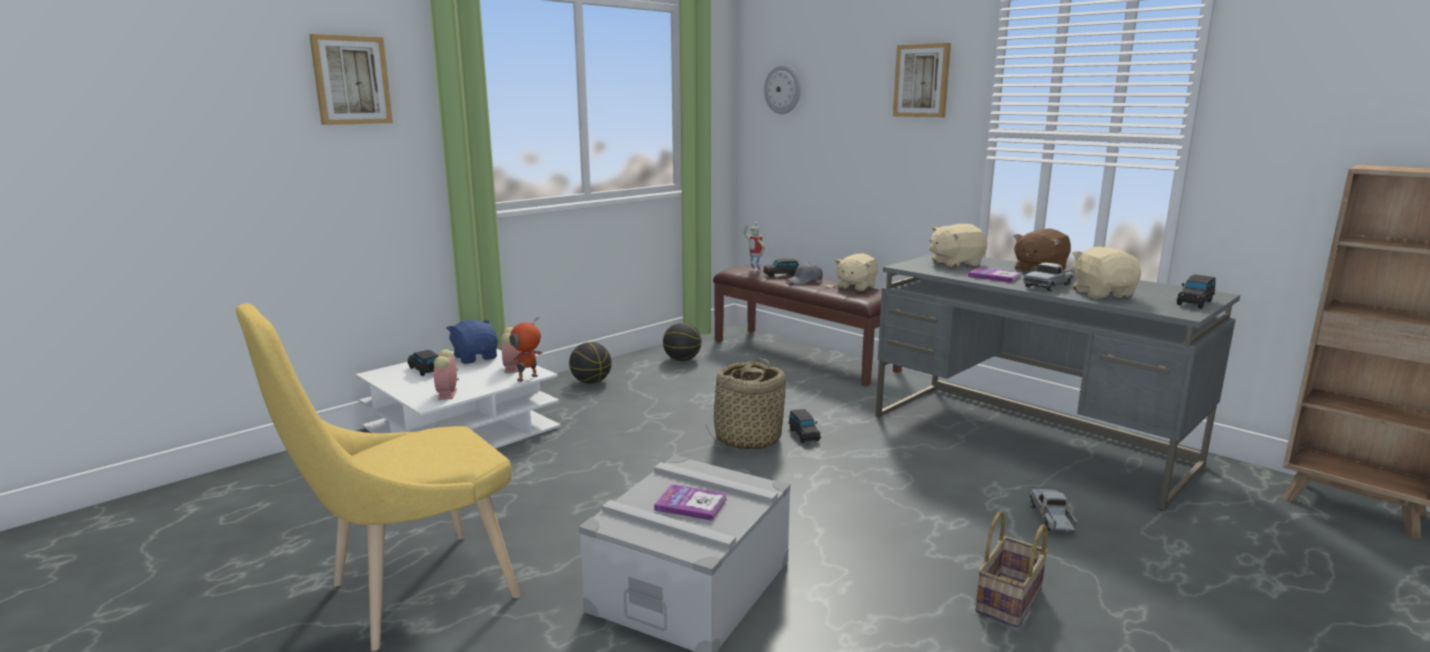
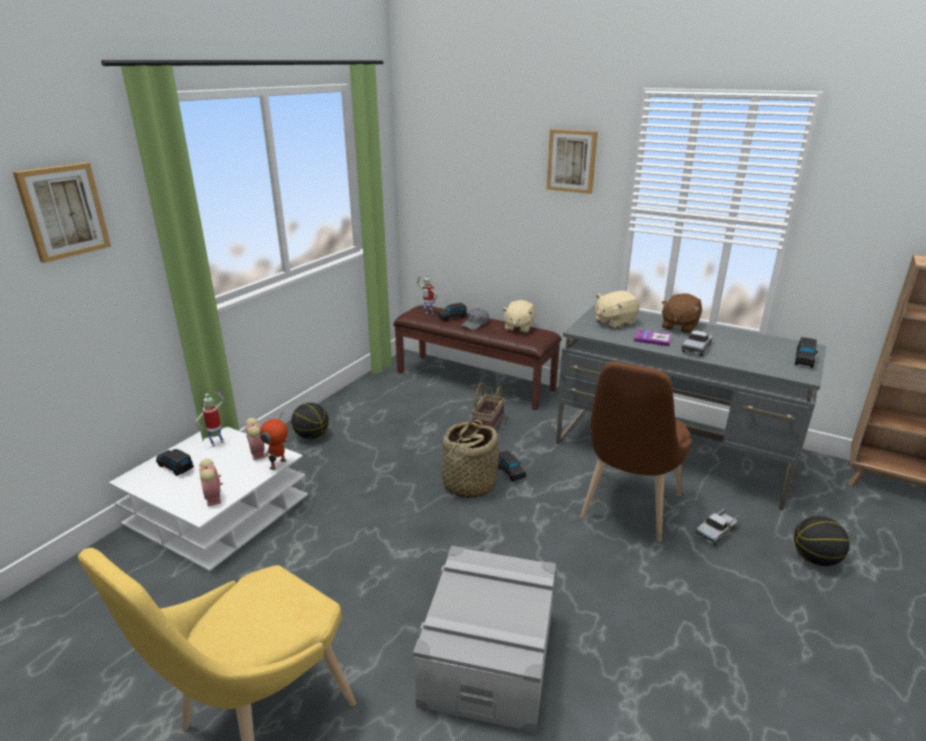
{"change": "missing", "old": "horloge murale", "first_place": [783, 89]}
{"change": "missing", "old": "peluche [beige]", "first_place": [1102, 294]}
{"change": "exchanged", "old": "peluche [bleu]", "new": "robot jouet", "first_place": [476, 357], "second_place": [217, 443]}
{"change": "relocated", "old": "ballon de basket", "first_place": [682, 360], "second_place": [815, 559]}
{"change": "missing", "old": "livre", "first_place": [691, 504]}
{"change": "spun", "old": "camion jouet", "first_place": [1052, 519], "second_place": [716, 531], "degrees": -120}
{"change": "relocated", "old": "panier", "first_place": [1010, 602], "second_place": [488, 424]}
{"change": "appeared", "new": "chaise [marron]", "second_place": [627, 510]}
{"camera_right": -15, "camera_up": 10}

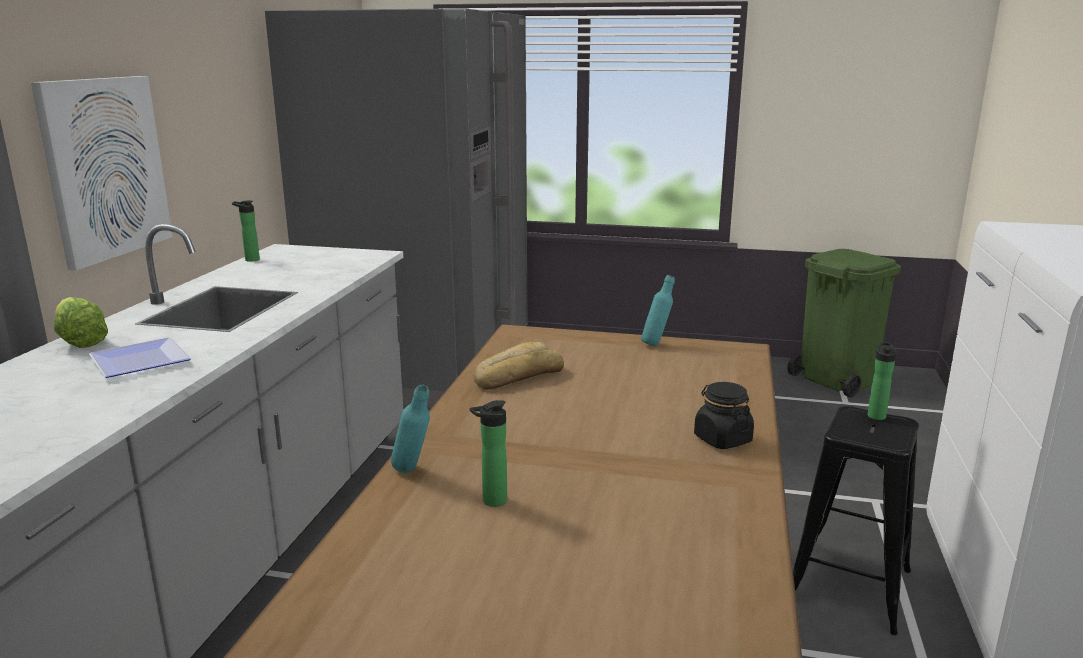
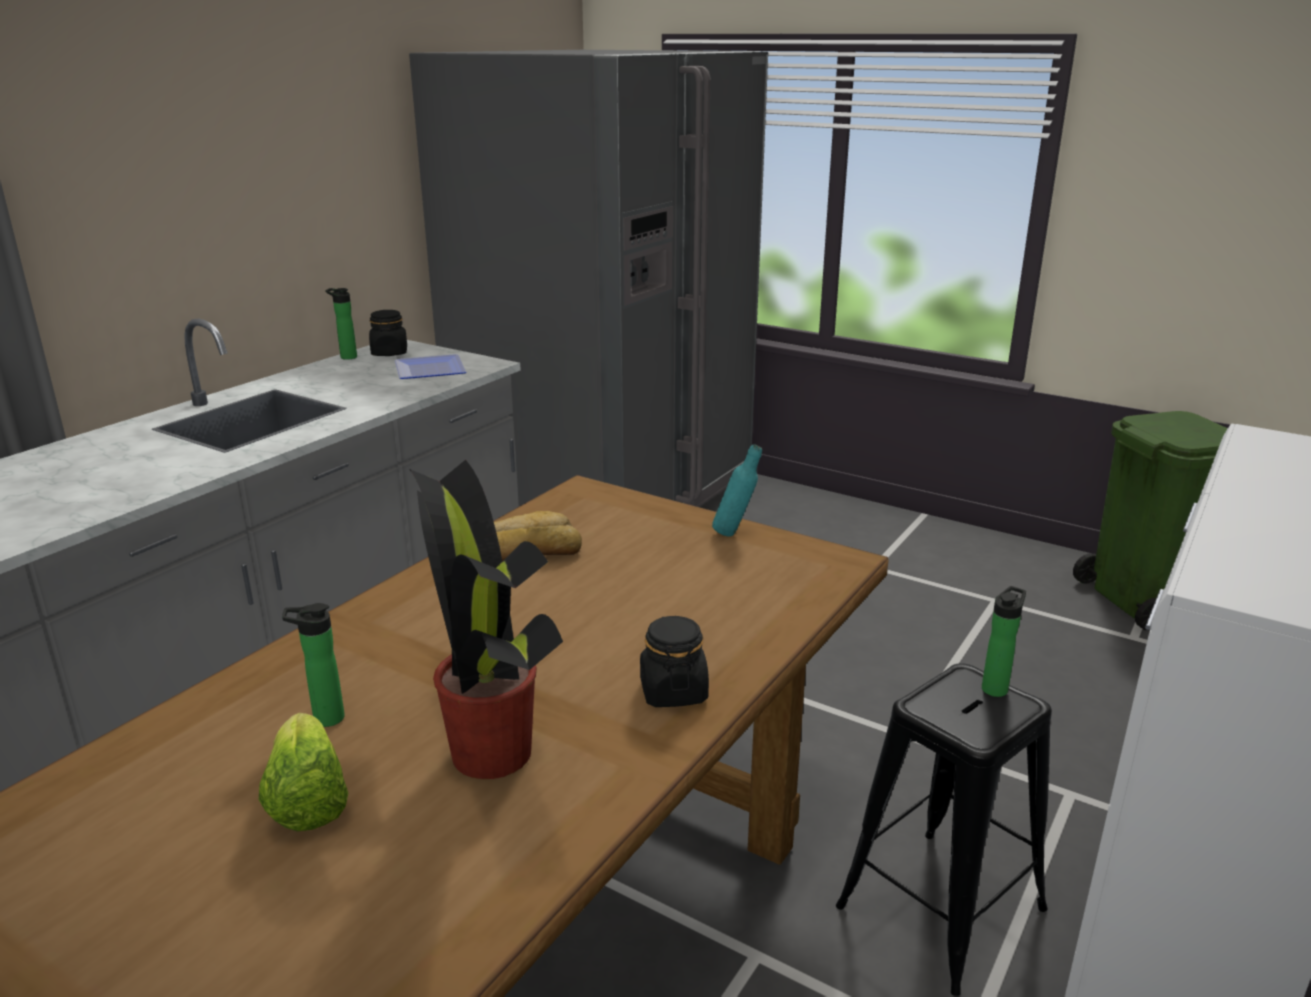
{"change": "missing", "old": "tableau", "first_place": [105, 168]}
{"change": "relocated", "old": "laitue", "first_place": [81, 341], "second_place": [308, 799]}
{"change": "relocated", "old": "assiette", "first_place": [136, 361], "second_place": [427, 370]}
{"change": "missing", "old": "bouteille [turquoise]", "first_place": [413, 472]}
{"change": "appeared", "new": "bocal [noir]", "second_place": [389, 353]}
{"change": "appeared", "new": "plante en pot", "second_place": [491, 749]}
{"camera_right": 20, "camera_up": 5}

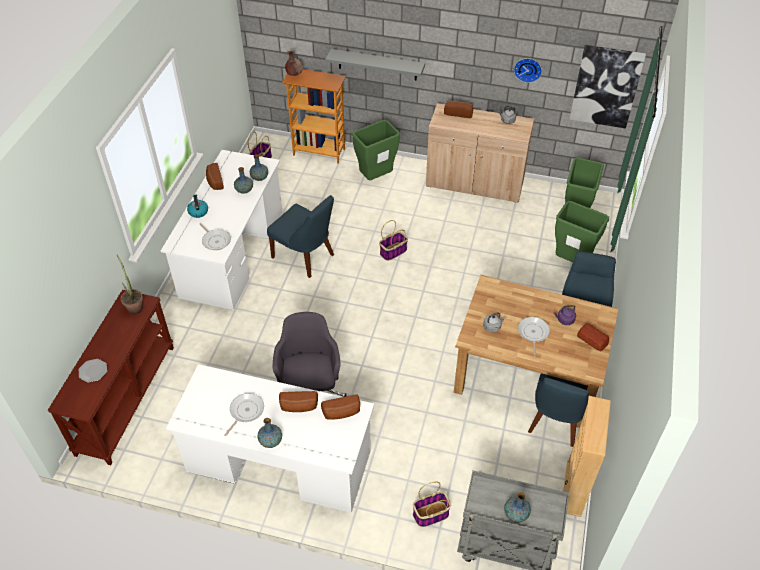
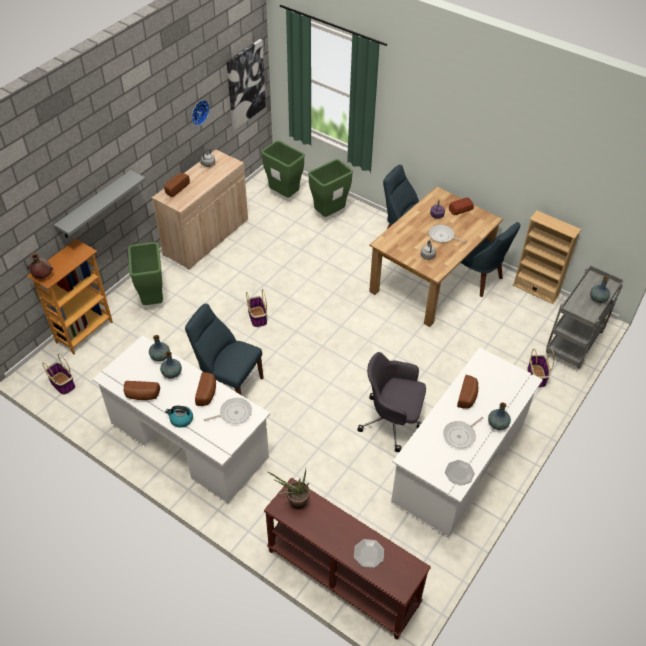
{"change": "spun", "old": "chaise [bleu]", "first_place": [305, 257], "second_place": [228, 382], "degrees": -120}
{"change": "spun", "old": "poêle", "first_place": [245, 411], "second_place": [460, 435], "degrees": -90}
{"change": "relocated", "old": "pain", "first_place": [342, 413], "second_place": [207, 393]}
{"change": "appeared", "new": "assiette", "second_place": [459, 473]}
{"camera_right": -70, "camera_up": 0}

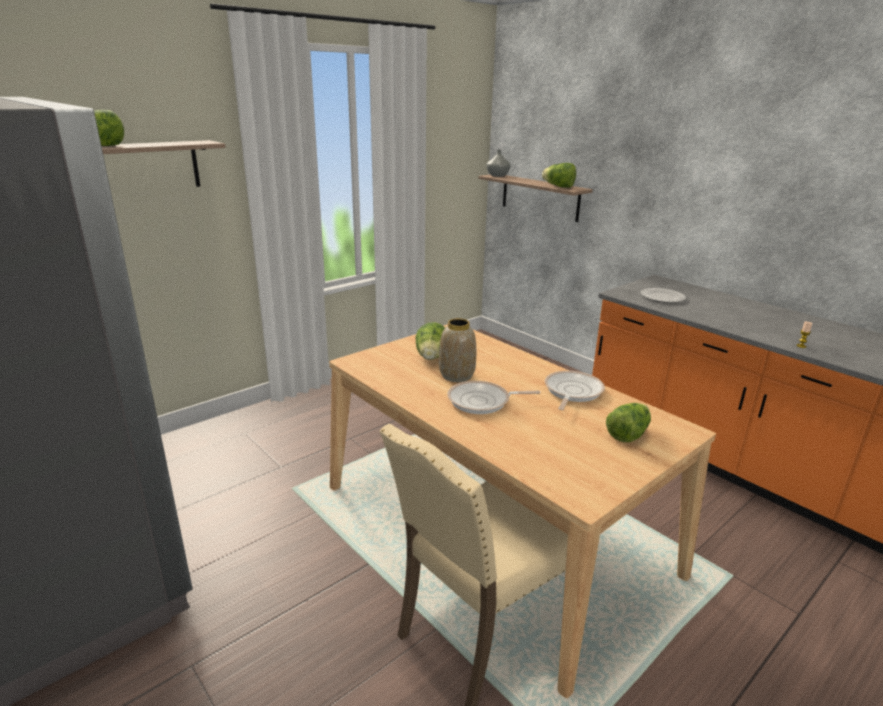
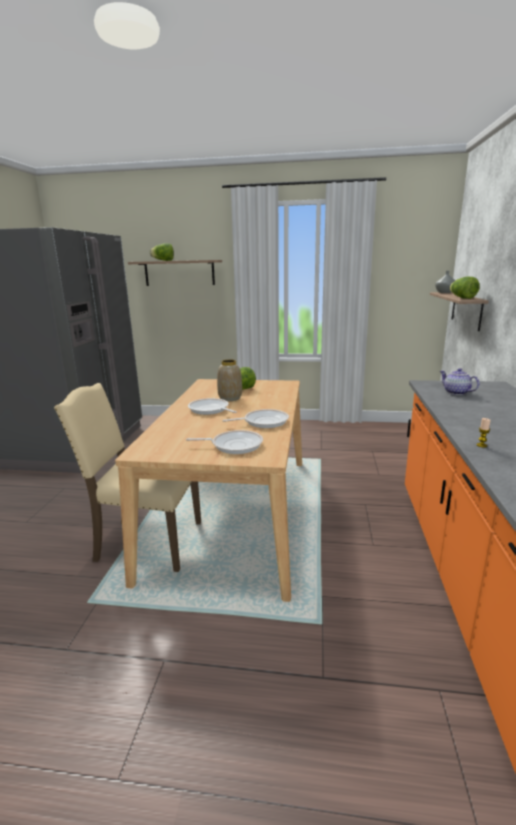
{"change": "exchanged", "old": "assiette", "new": "théière", "first_place": [662, 297], "second_place": [455, 392]}
{"change": "exchanged", "old": "laitue", "new": "poêle", "first_place": [627, 433], "second_place": [234, 445]}
{"camera_right": 50, "camera_up": -5}

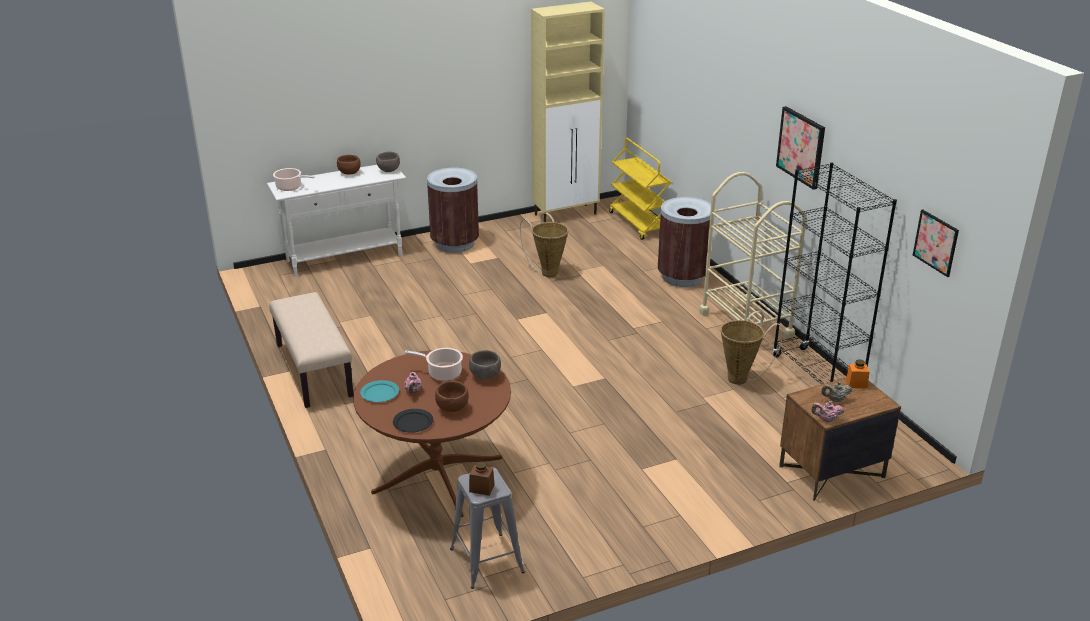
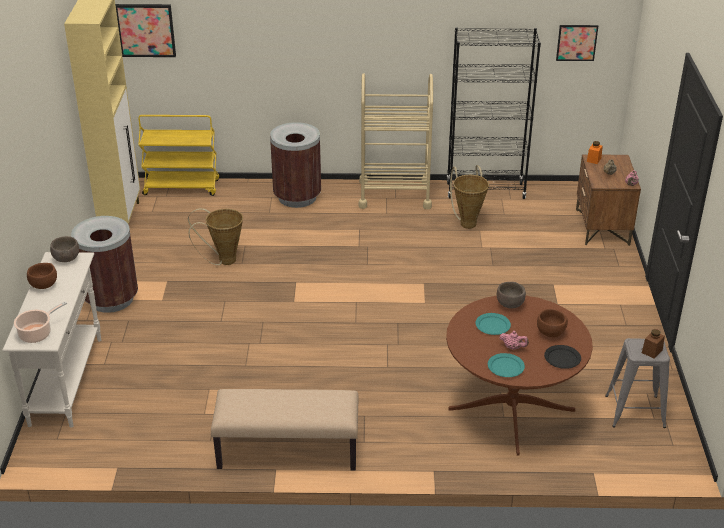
{"change": "relocated", "old": "tableau", "first_place": [801, 147], "second_place": [146, 30]}
{"change": "exchanged", "old": "marmite", "new": "assiette [turquoise]", "first_place": [442, 373], "second_place": [492, 325]}
{"camera_right": -65, "camera_up": 5}

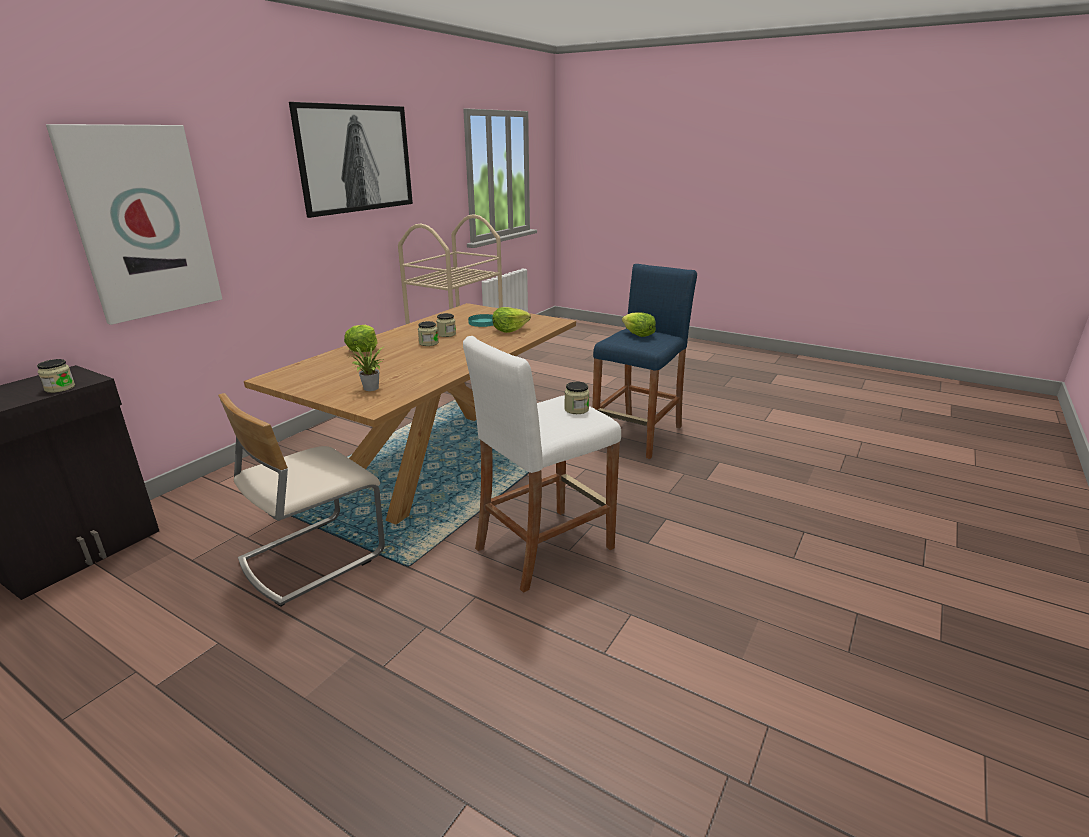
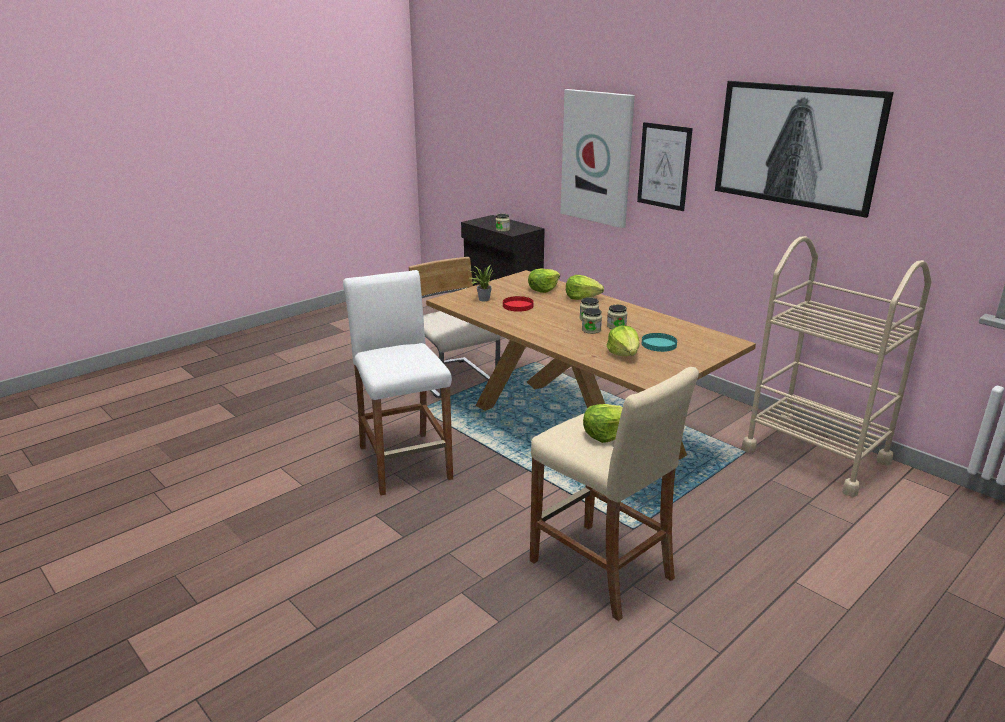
{"change": "colour", "old": "tabouret [bleu]", "new": "tabouret [beige]", "first_place": [638, 435], "second_place": [600, 569]}
{"change": "relocated", "old": "bocal", "first_place": [576, 409], "second_place": [591, 330]}
{"change": "appeared", "new": "tableau", "second_place": [664, 166]}
{"change": "appeared", "new": "laitue", "second_place": [543, 289]}
{"change": "appeared", "new": "assiette [rouge]", "second_place": [518, 306]}
{"camera_right": 105, "camera_up": 0}

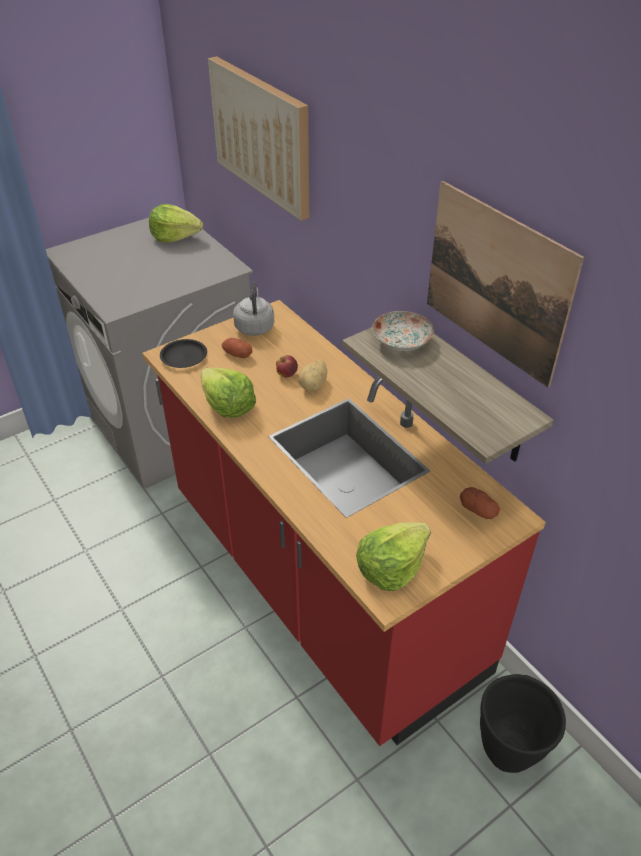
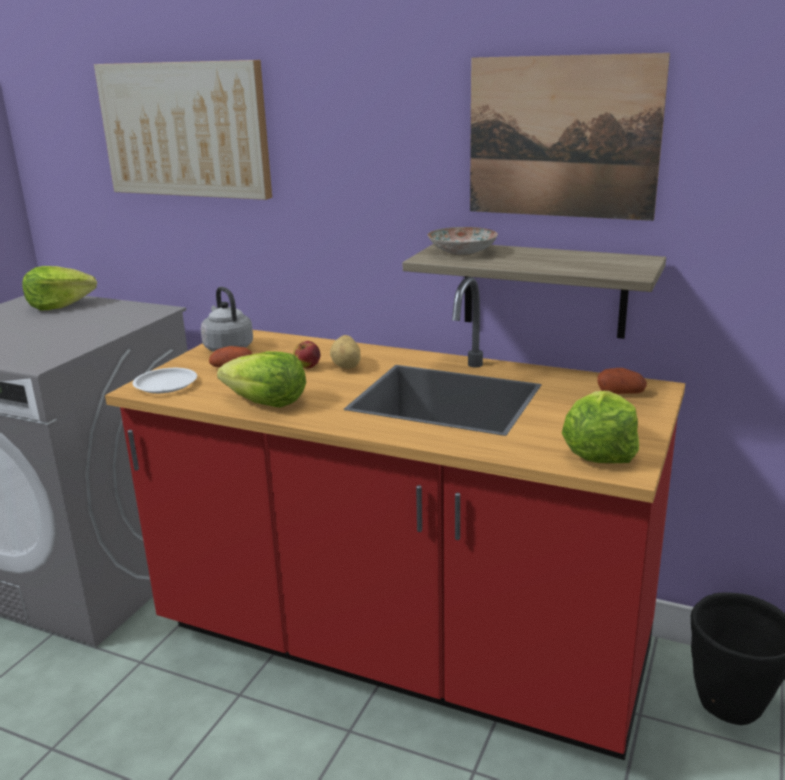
{"change": "colour", "old": "assiette [noir]", "new": "assiette [blanc]", "first_place": [184, 357], "second_place": [166, 384]}
{"camera_right": -30, "camera_up": -20}

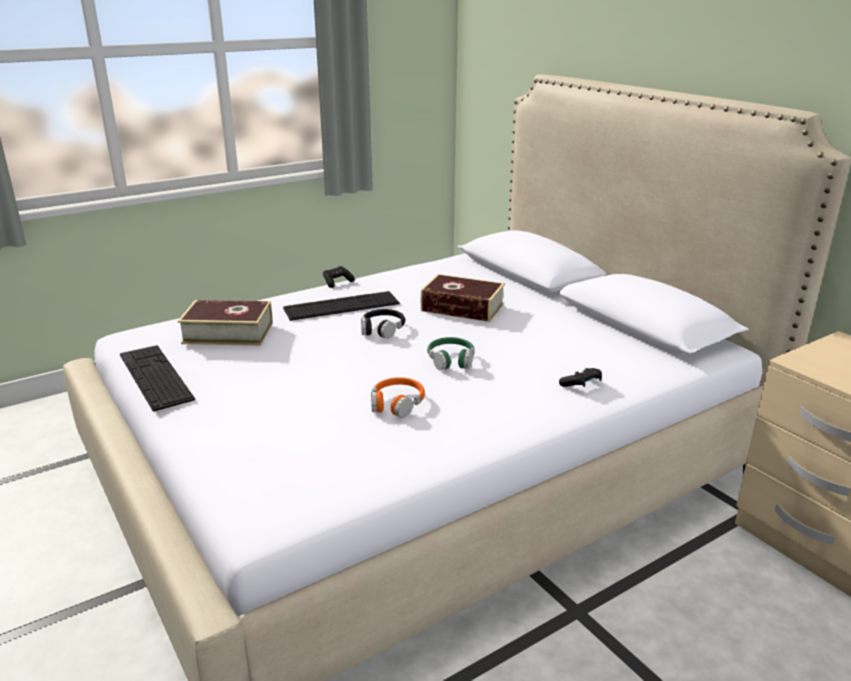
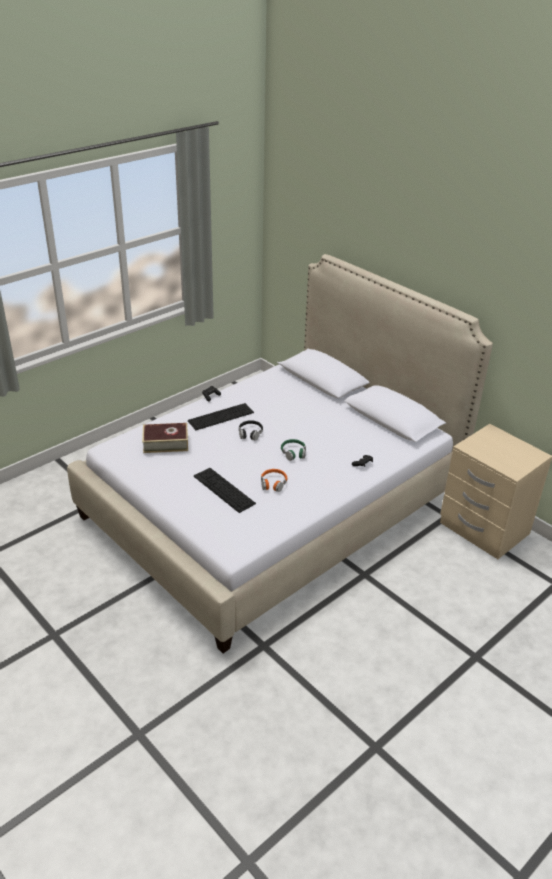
{"change": "missing", "old": "livre", "first_place": [462, 307]}
{"change": "relocated", "old": "clavier", "first_place": [155, 376], "second_place": [224, 490]}
{"camera_right": -10, "camera_up": 10}

